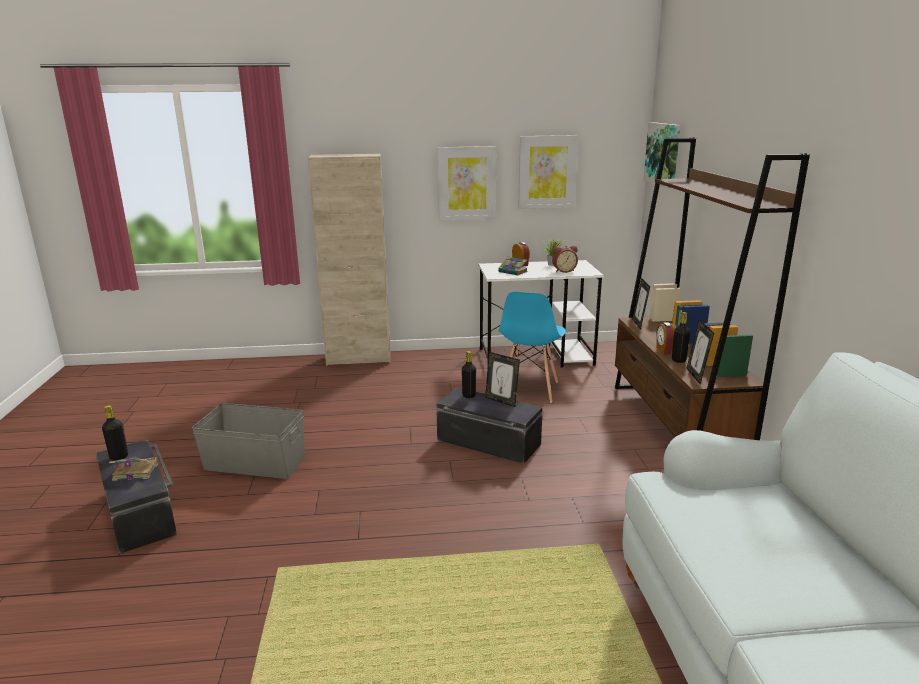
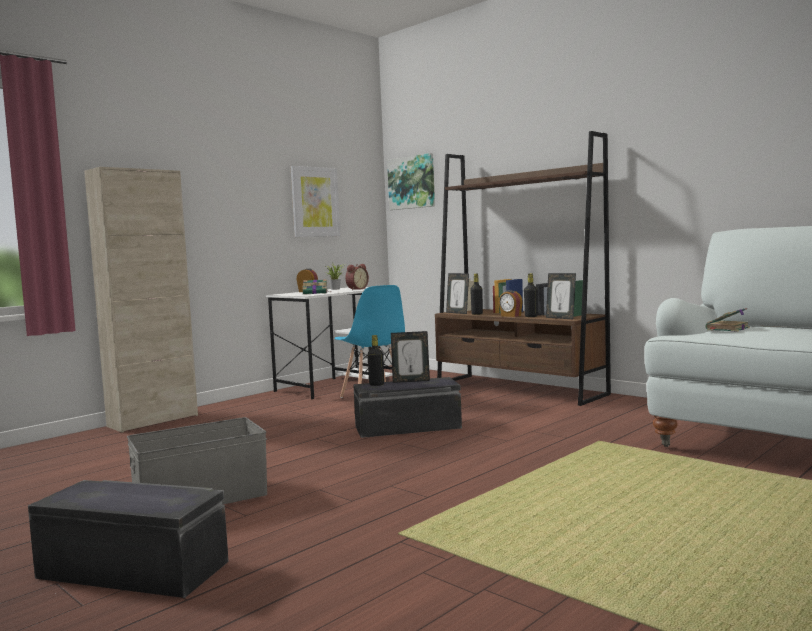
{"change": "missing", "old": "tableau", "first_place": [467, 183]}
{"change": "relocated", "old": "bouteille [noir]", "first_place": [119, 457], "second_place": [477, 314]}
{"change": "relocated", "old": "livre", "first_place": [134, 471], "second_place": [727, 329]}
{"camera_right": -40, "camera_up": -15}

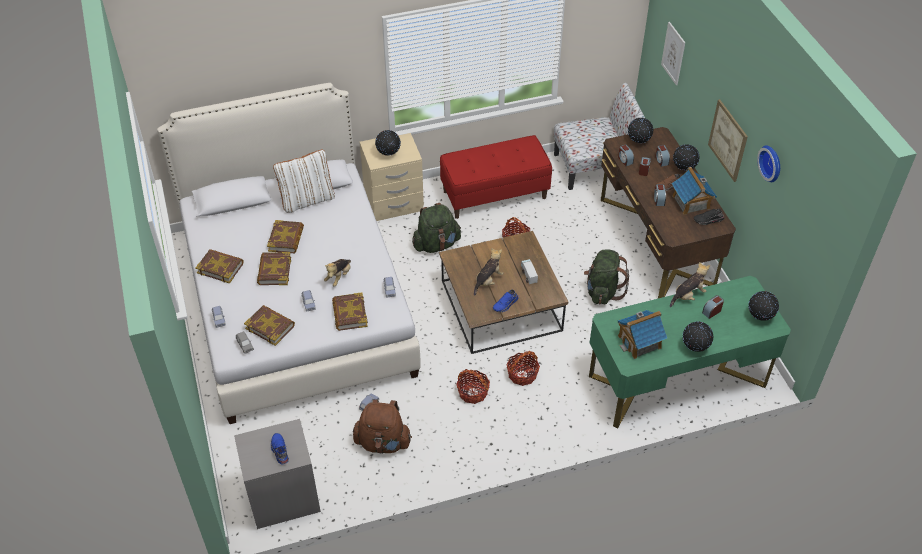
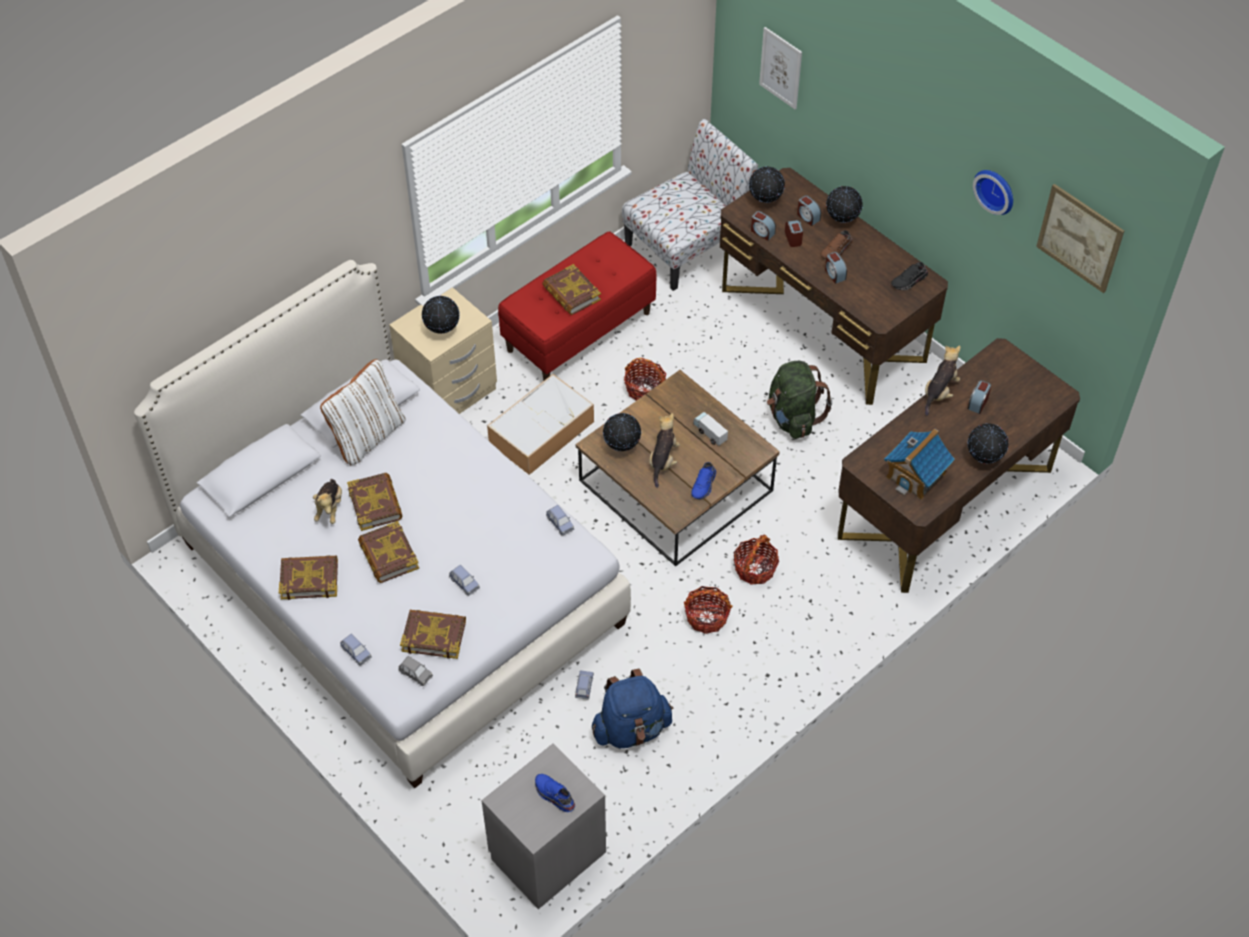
{"change": "relocated", "old": "tableau", "first_place": [728, 140], "second_place": [1080, 238]}
{"change": "missing", "old": "maison miniature", "first_place": [691, 202]}
{"change": "exchanged", "old": "sac à dos [vert]", "new": "boîte de rangement", "first_place": [436, 244], "second_place": [542, 431]}
{"change": "relocated", "old": "peluche", "first_place": [339, 277], "second_place": [330, 508]}
{"change": "colour", "old": "bureau [vert]", "new": "bureau [marron]", "first_place": [677, 380], "second_place": [945, 502]}
{"change": "relocated", "old": "globe", "first_place": [759, 318], "second_place": [621, 447]}
{"change": "relocated", "old": "livre", "first_place": [349, 314], "second_place": [571, 293]}
{"change": "colour", "old": "sac à dos [marron]", "new": "sac à dos [bleu]", "first_place": [383, 442], "second_place": [631, 729]}
{"camera_right": -25, "camera_up": 5}

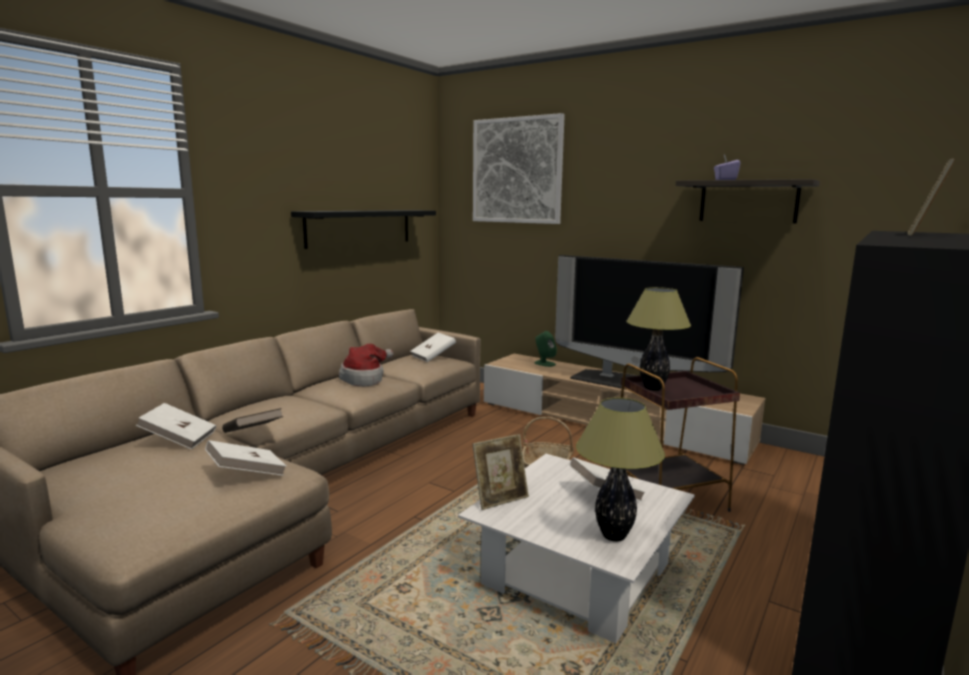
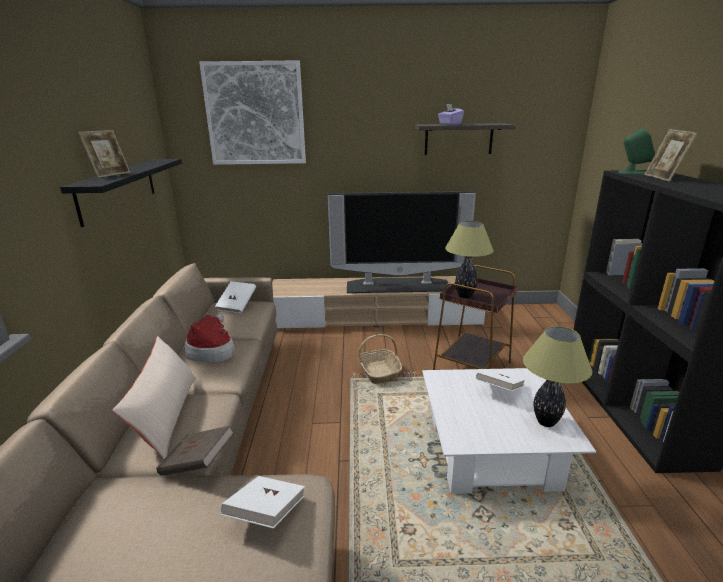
{"change": "relocated", "old": "enceinte [vert]", "first_place": [544, 363], "second_place": [633, 172]}
{"change": "missing", "old": "livre [blanc]", "first_place": [179, 440]}
{"change": "relocated", "old": "cadre photo", "first_place": [500, 499], "second_place": [110, 175]}
{"change": "appeared", "new": "coussin [beige]", "second_place": [166, 415]}
{"camera_right": -35, "camera_up": 10}

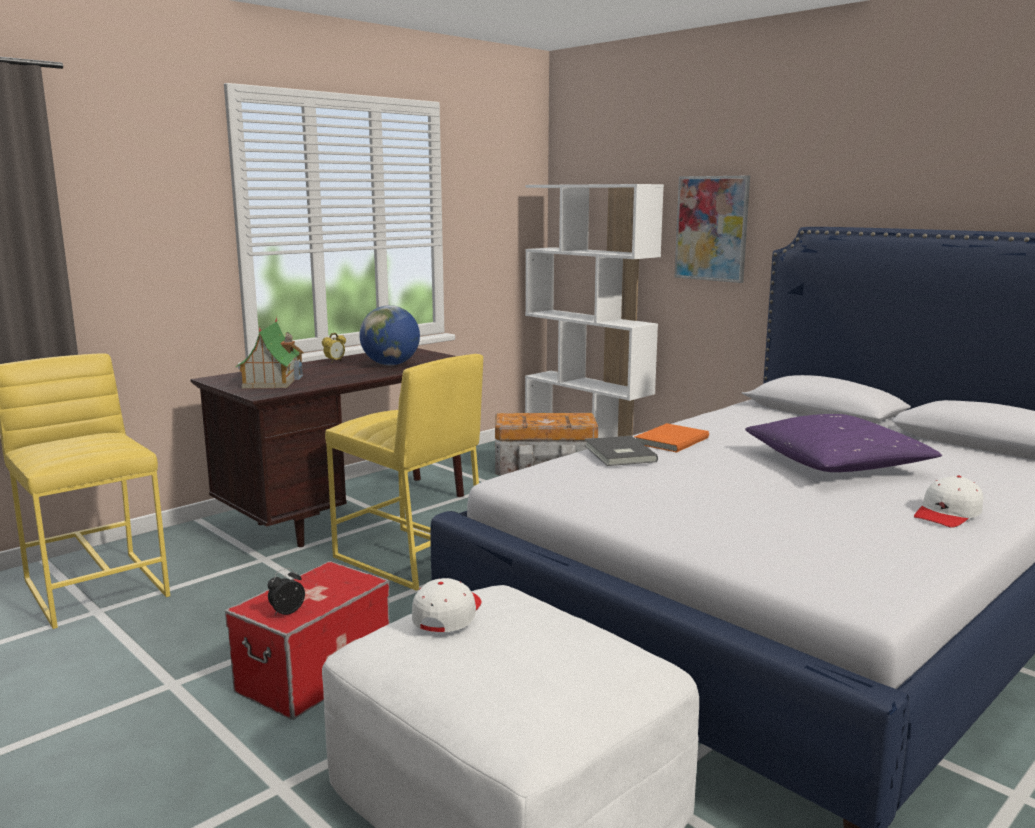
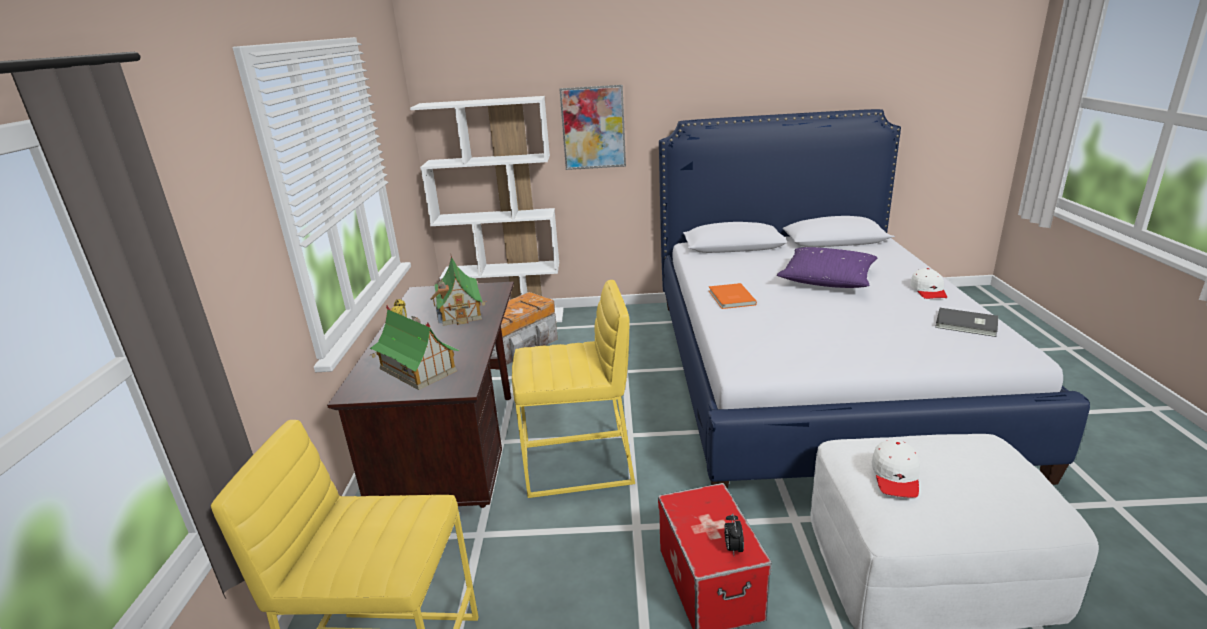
{"change": "exchanged", "old": "globe", "new": "maison miniature", "first_place": [391, 364], "second_place": [460, 311]}
{"change": "relocated", "old": "livre [gris]", "first_place": [618, 454], "second_place": [967, 325]}
{"change": "spun", "old": "casquette [blanc]", "first_place": [447, 614], "second_place": [896, 476], "degrees": -135}
{"camera_right": -45, "camera_up": 10}

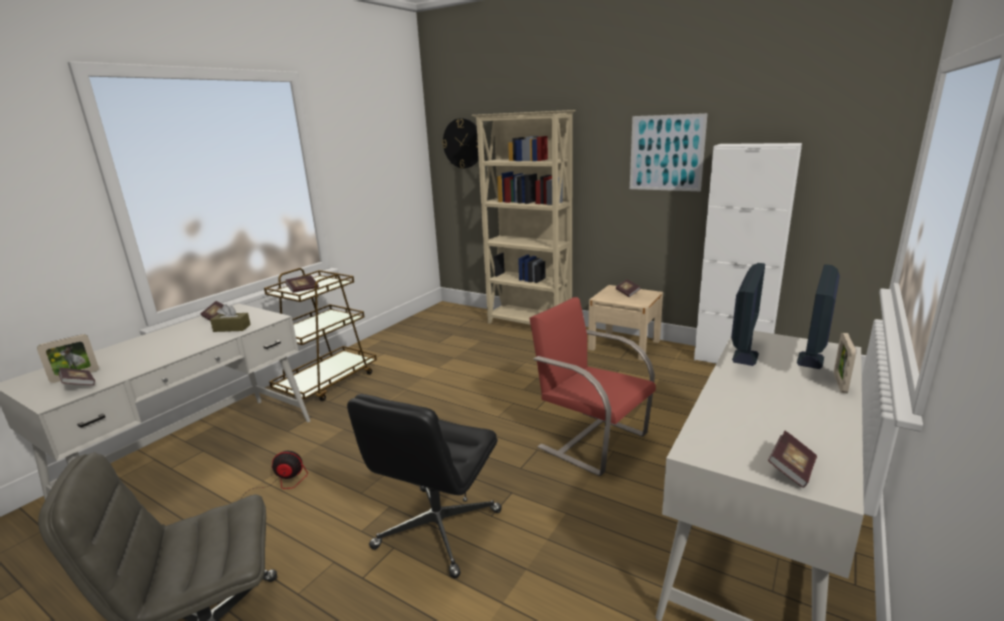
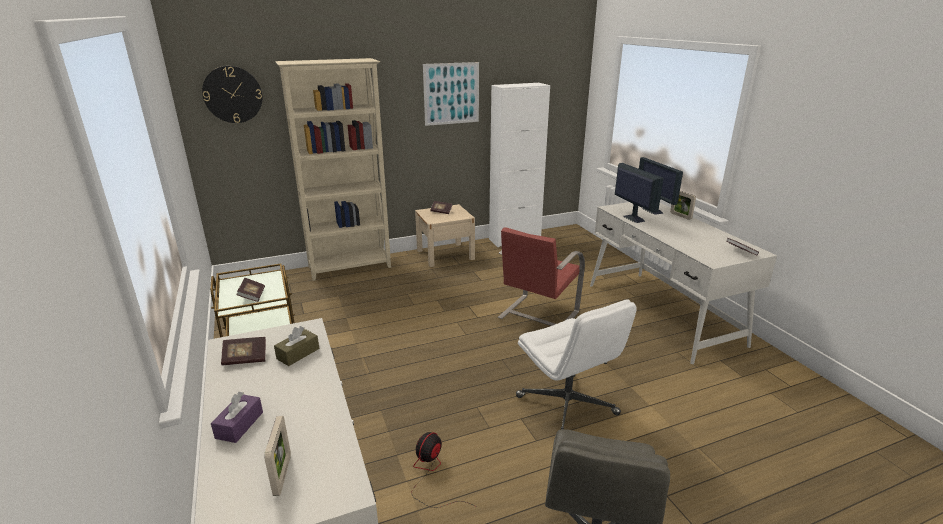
{"change": "spun", "old": "chaise [rouge]", "first_place": [591, 440], "second_place": [537, 315], "degrees": -45}
{"change": "missing", "old": "livre", "first_place": [79, 384]}
{"change": "colour", "old": "chaise de bureau [noir]", "new": "chaise de bureau [blanc]", "first_place": [437, 530], "second_place": [568, 406]}
{"change": "appeared", "new": "boîte à mouchoirs [violet]", "second_place": [239, 425]}
{"camera_right": -55, "camera_up": 5}

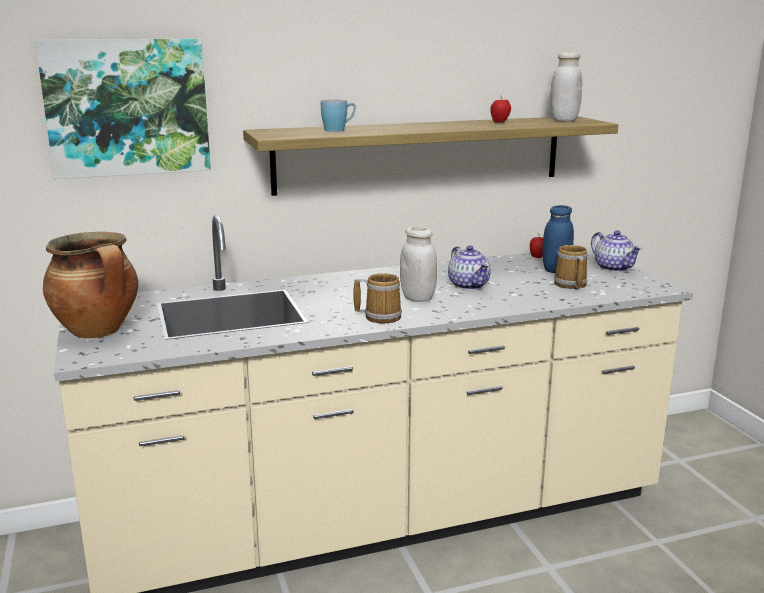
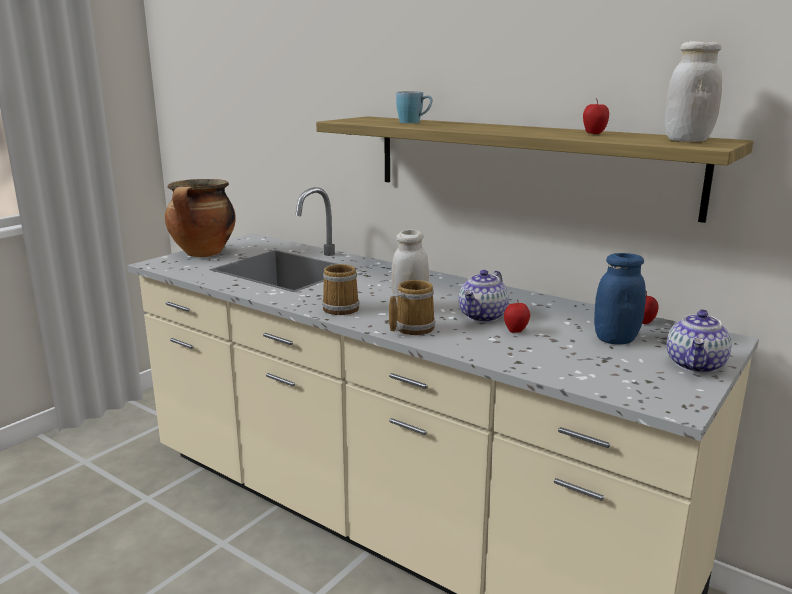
{"change": "missing", "old": "tableau", "first_place": [127, 107]}
{"change": "relocated", "old": "mug", "first_place": [570, 285], "second_place": [411, 328]}
{"change": "appeared", "new": "pomme", "second_place": [516, 331]}
{"camera_right": 55, "camera_up": 0}

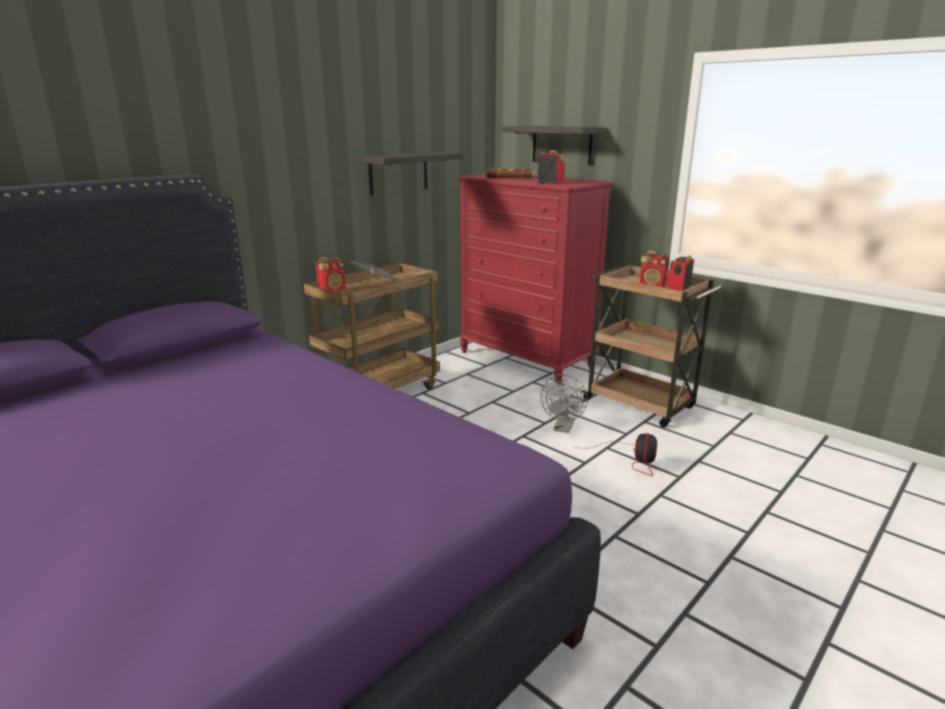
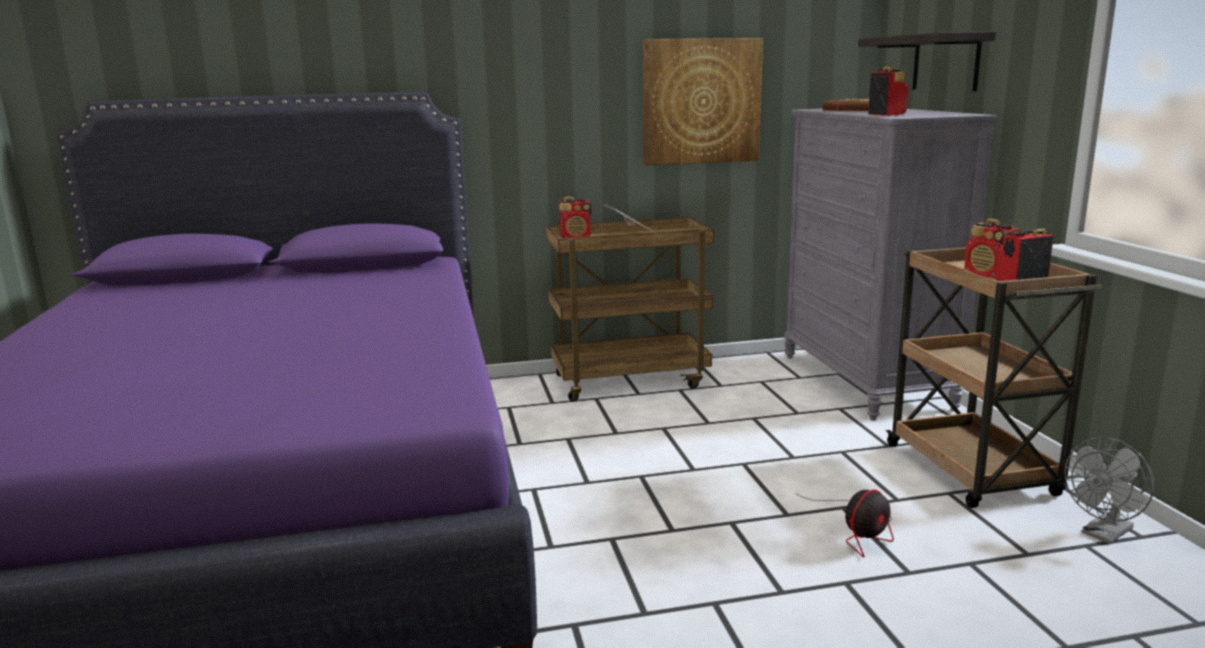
{"change": "exchanged", "old": "étagère", "new": "tableau", "first_place": [398, 173], "second_place": [701, 101]}
{"change": "colour", "old": "commode [rouge]", "new": "commode [gris]", "first_place": [526, 359], "second_place": [866, 381]}
{"change": "relocated", "old": "ventilateur [gris]", "first_place": [563, 428], "second_place": [1103, 534]}
{"camera_right": 35, "camera_up": -5}

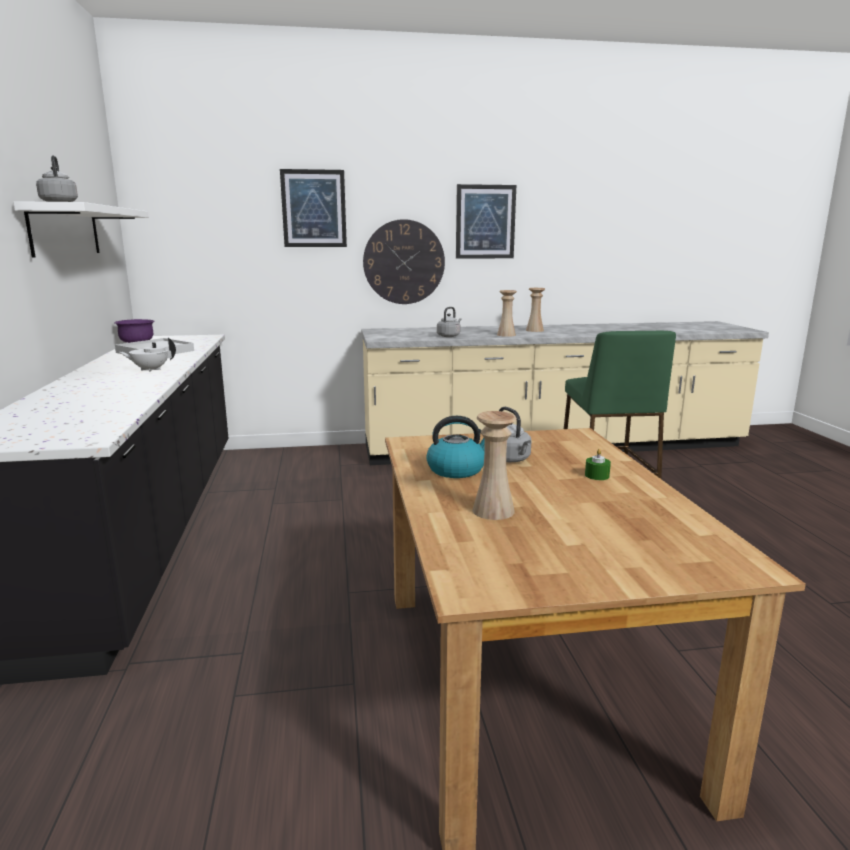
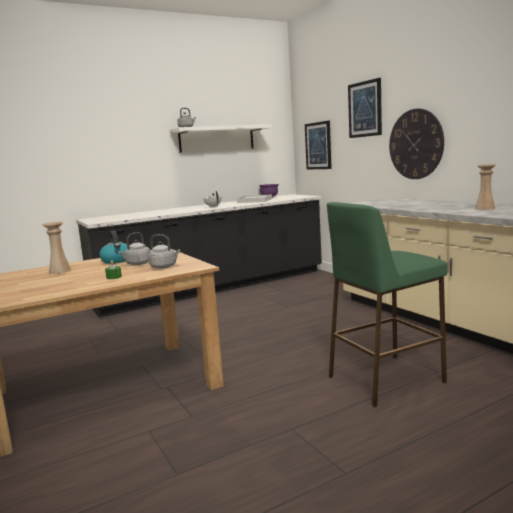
{"change": "relocated", "old": "tableau", "first_place": [485, 222], "second_place": [318, 146]}
{"change": "missing", "old": "vase [beige]", "first_place": [506, 335]}
{"change": "relocated", "old": "bouilloire [gris]", "first_place": [449, 336], "second_place": [164, 267]}
{"camera_right": 70, "camera_up": -5}

